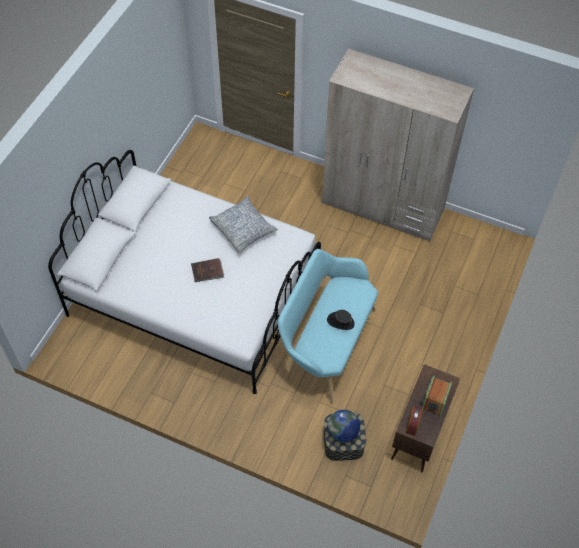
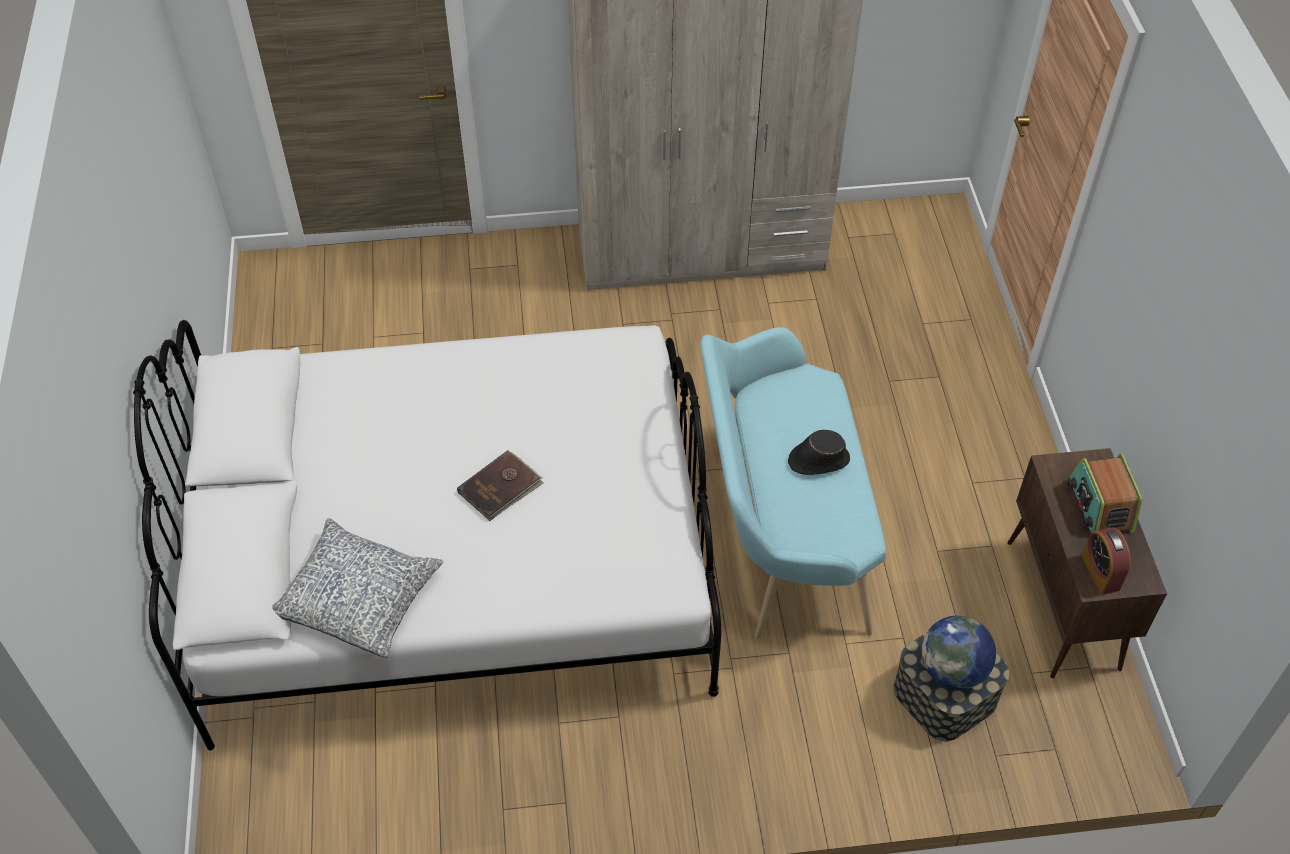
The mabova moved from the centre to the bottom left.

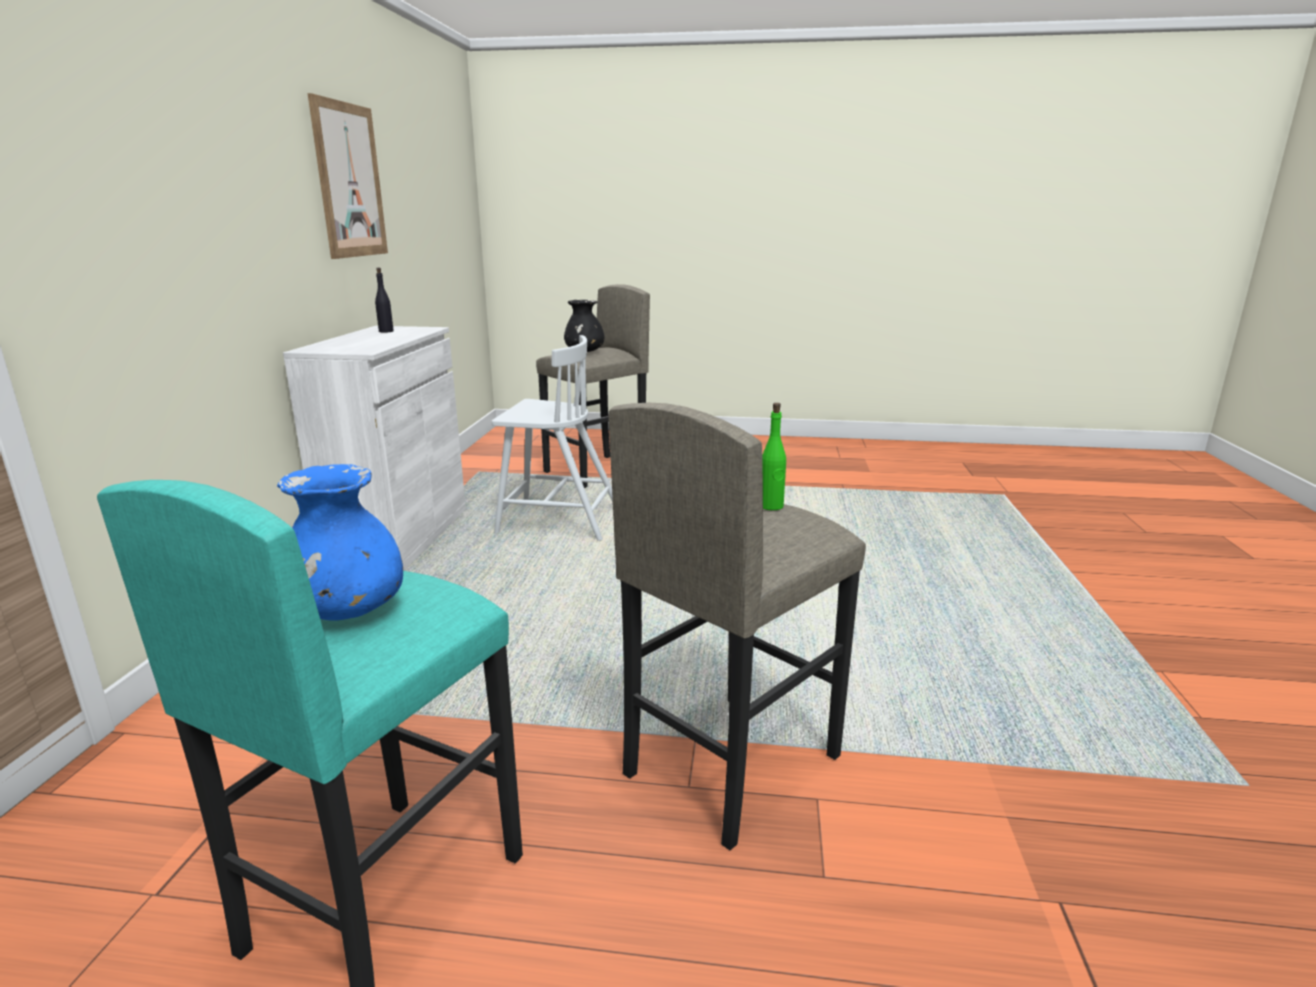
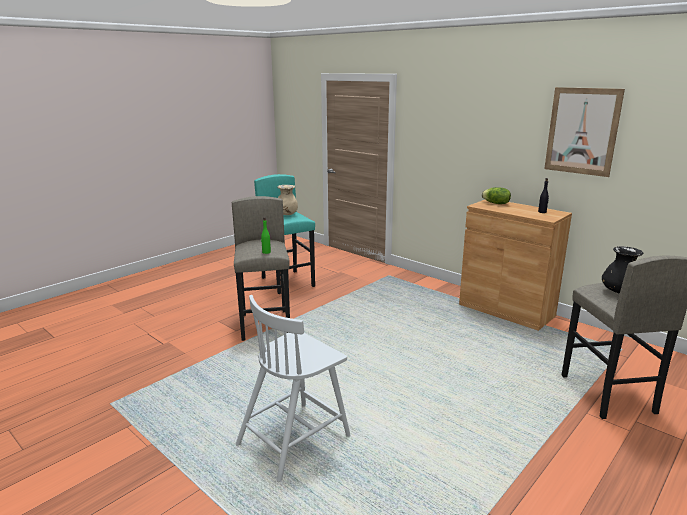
The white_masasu moved from the centre to the bottom centre. The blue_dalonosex at the middle left became the beige_dalonosex at the centre. The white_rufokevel at the middle left became the brown_rufokevel at the middle right. The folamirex at the middle right appeared.

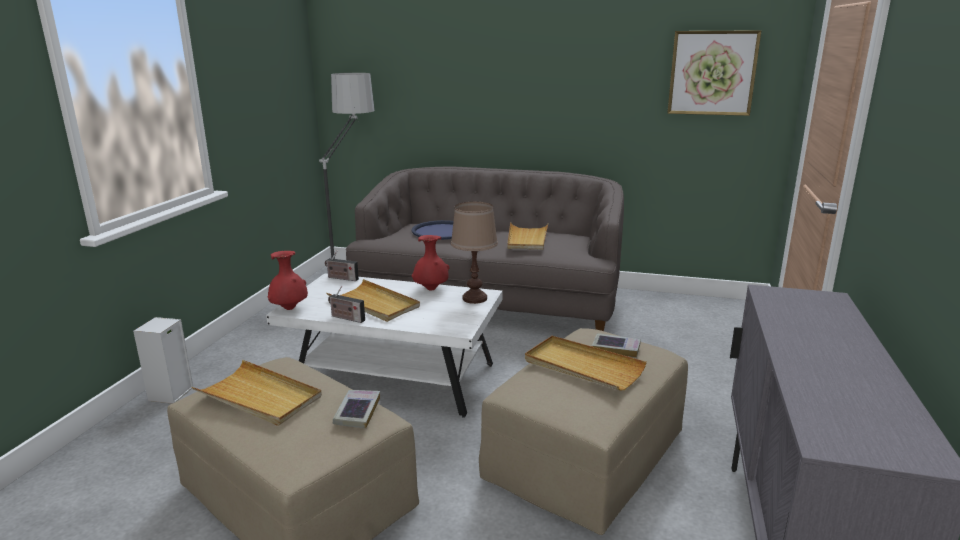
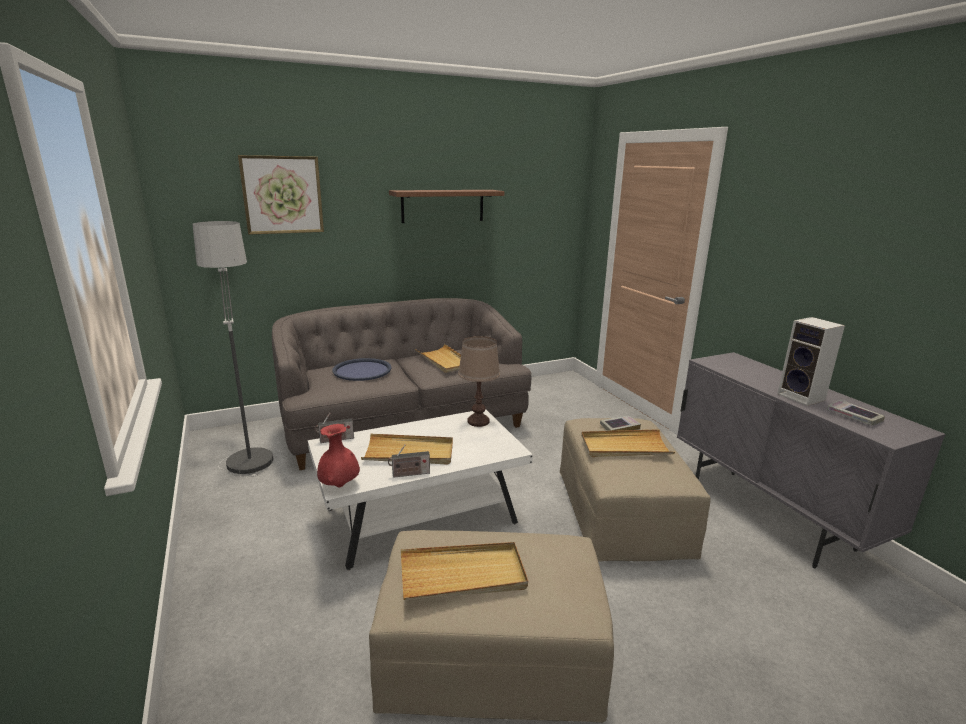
The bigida moved from the top right to the top left. The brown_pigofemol at the top centre appeared. The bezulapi moved from the bottom left to the middle right. The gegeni (no. 1 from left in the first image) moved from the bottom centre to the middle right. The red_dalonosex (no. 2 from left) at the centre disappeared.

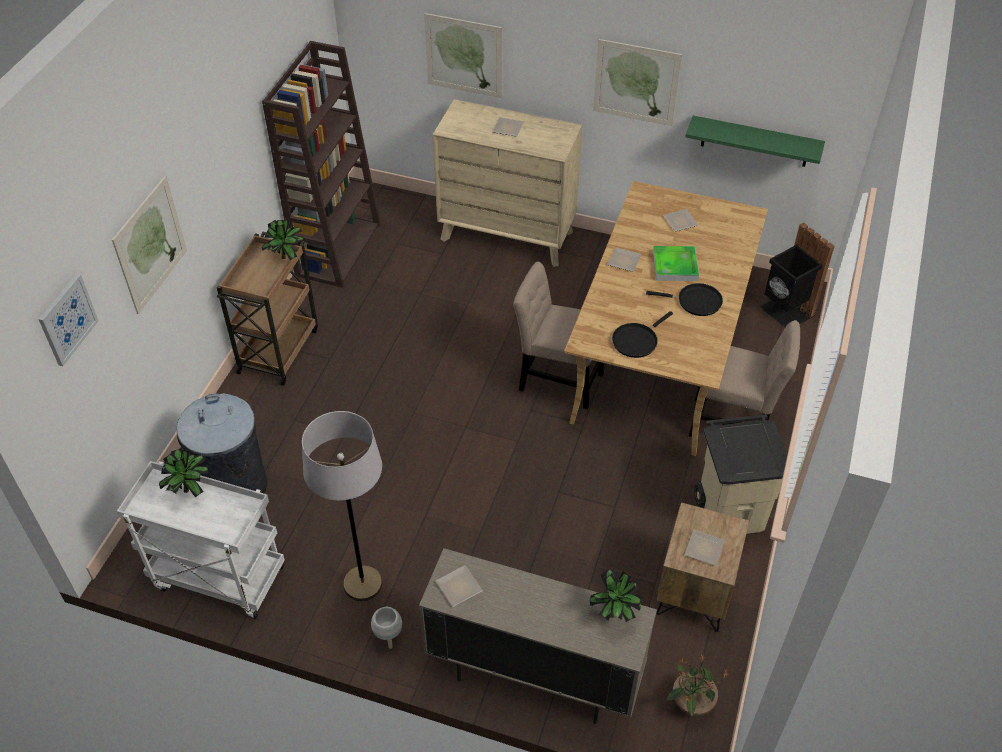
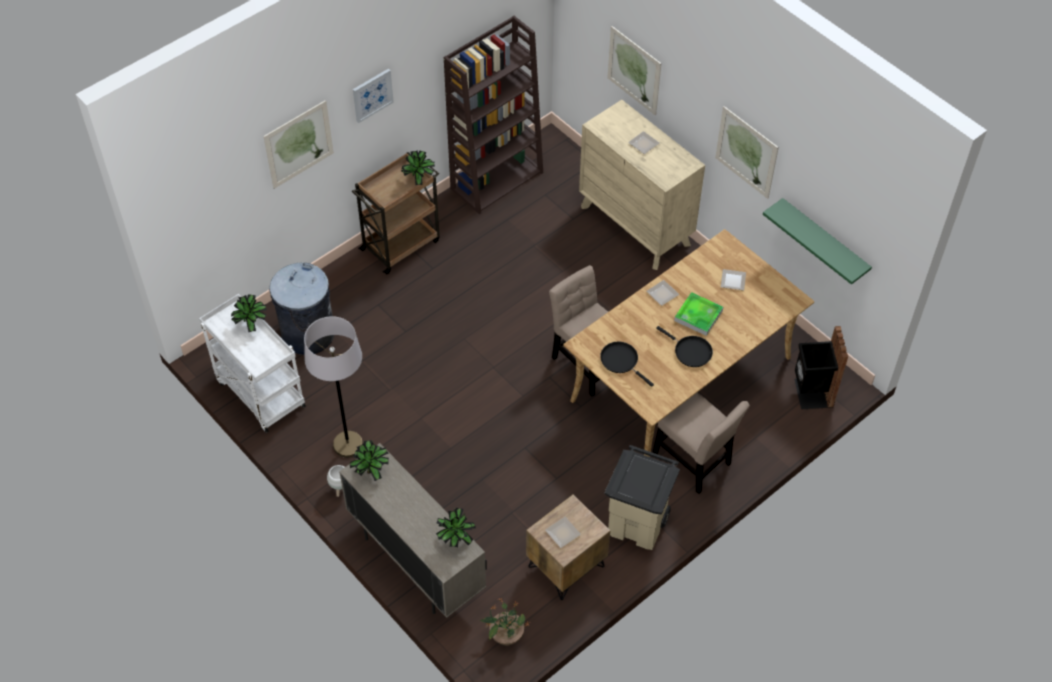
The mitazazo (no. 1 from left) at the bottom centre was replaced by the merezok (no. 2 from left) at the bottom centre. The bigida (no. 1 from left in the first image) moved from the middle left to the top centre. The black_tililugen (no. 1 from left) at the centre turned 60 degrees clockwise.

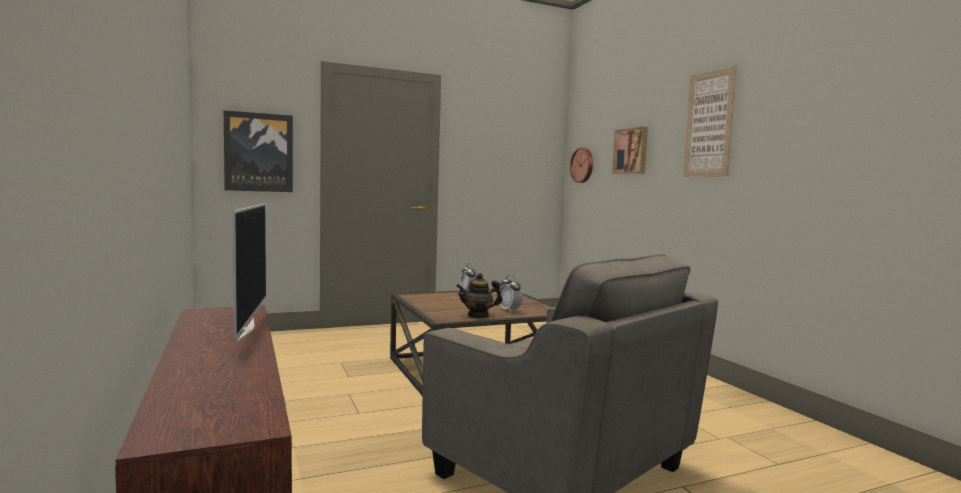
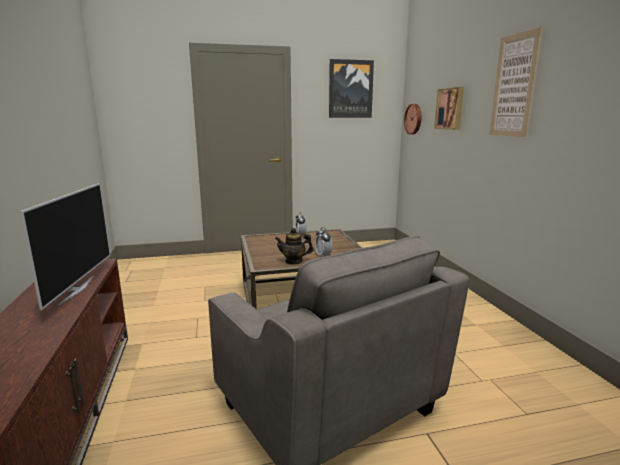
The bigida (no. 1 from left) moved from the top left to the top centre.

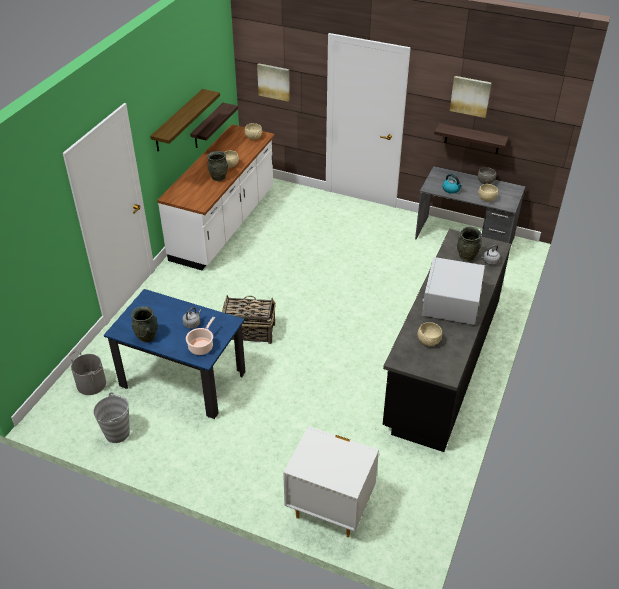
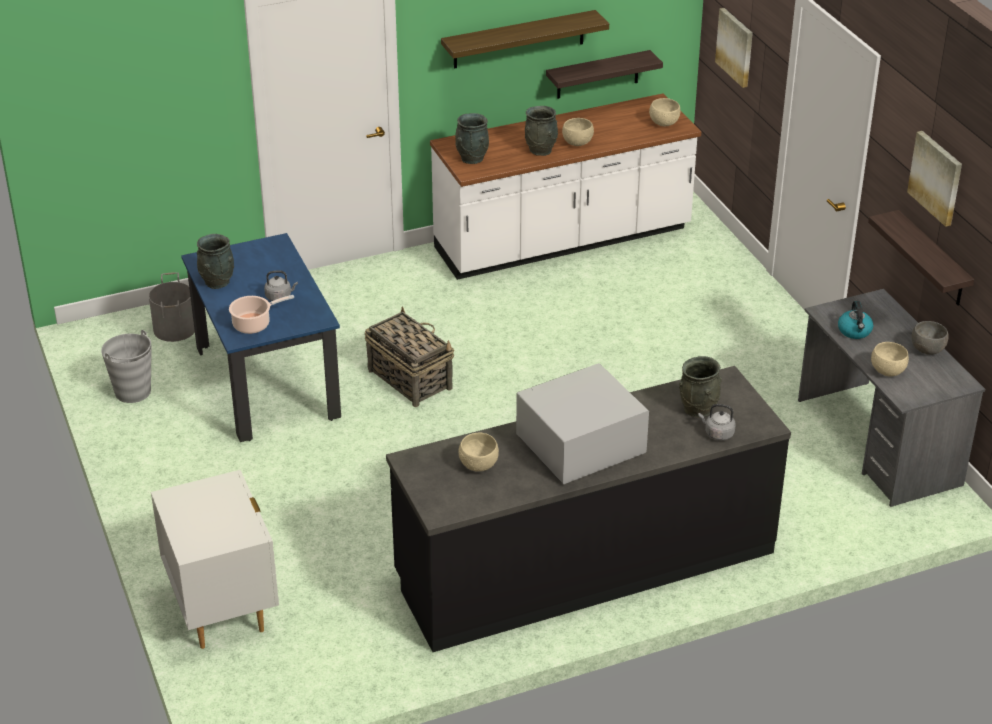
The grey_dalonosex (no. 2 from left) at the top centre appeared.

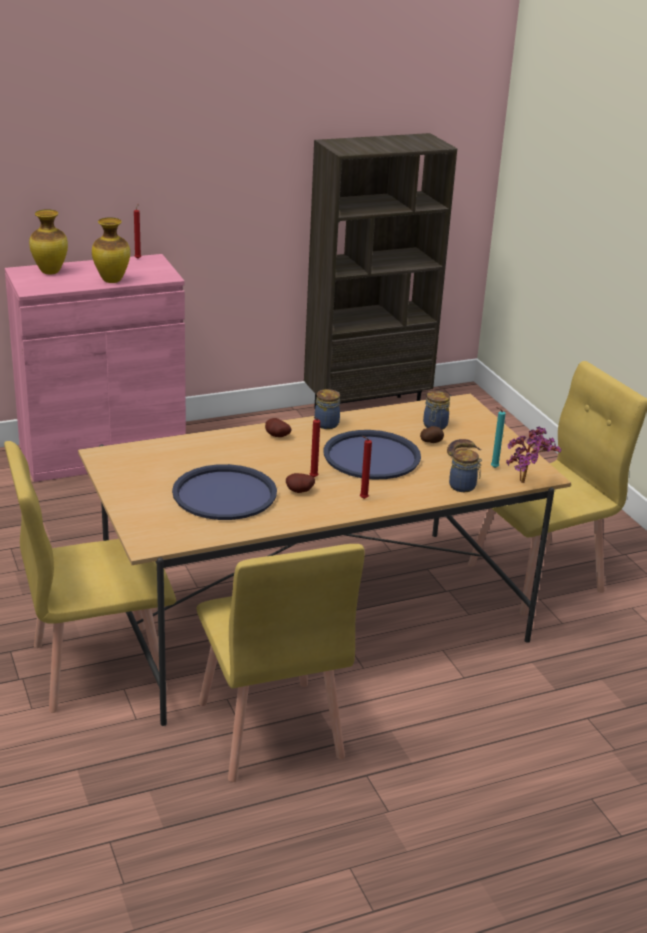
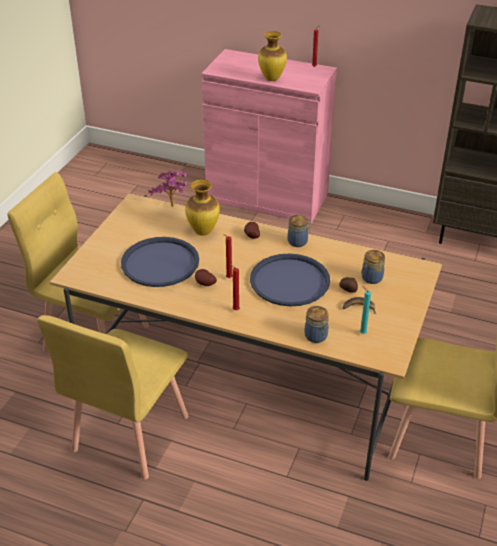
The merezok moved from the middle right to the centre. The dalonosex (no. 1 from left) moved from the top left to the centre.

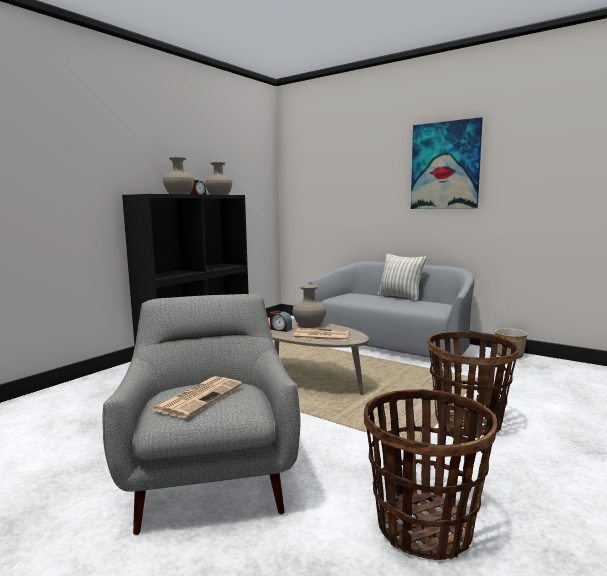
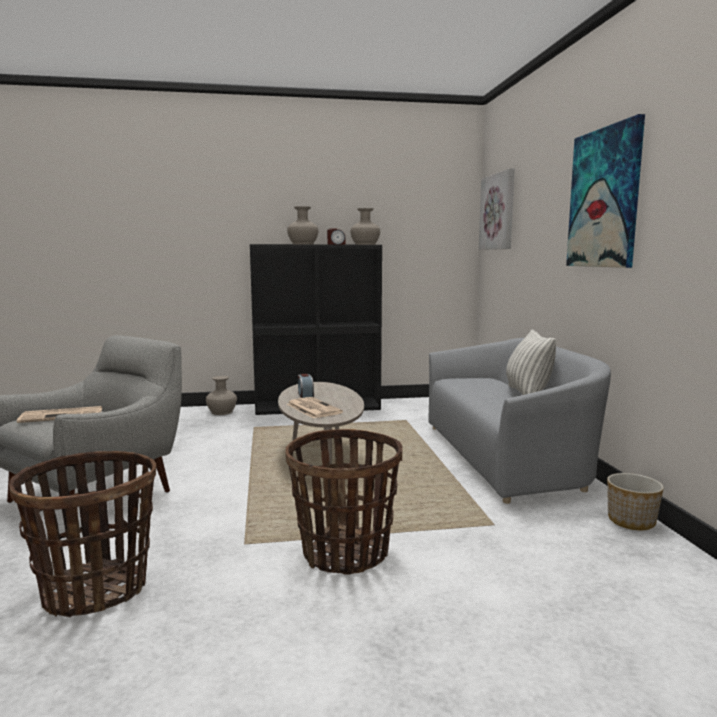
The beige_dalonosex (no. 3 from left in the first image) moved from the centre to the middle left. The bigida (no. 1 from left) at the top right appeared.

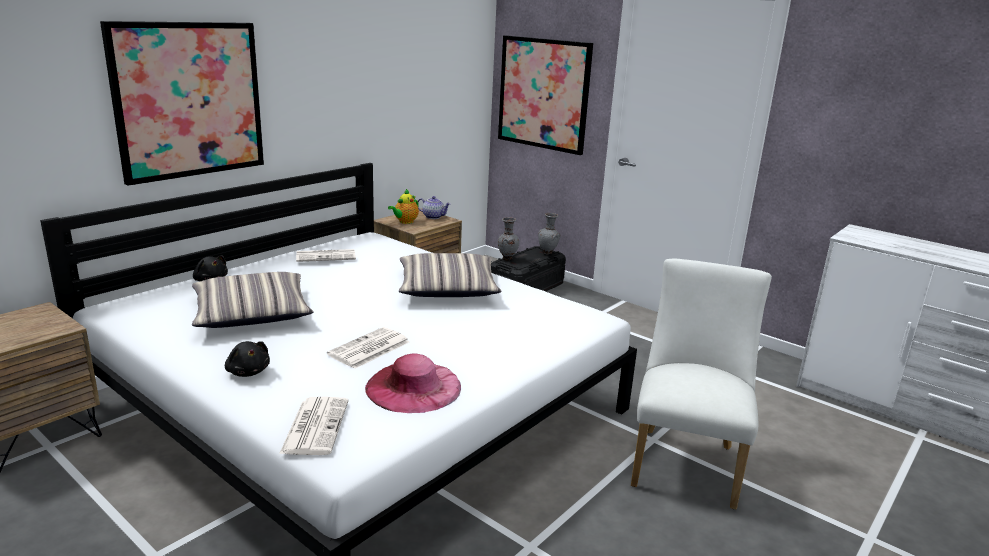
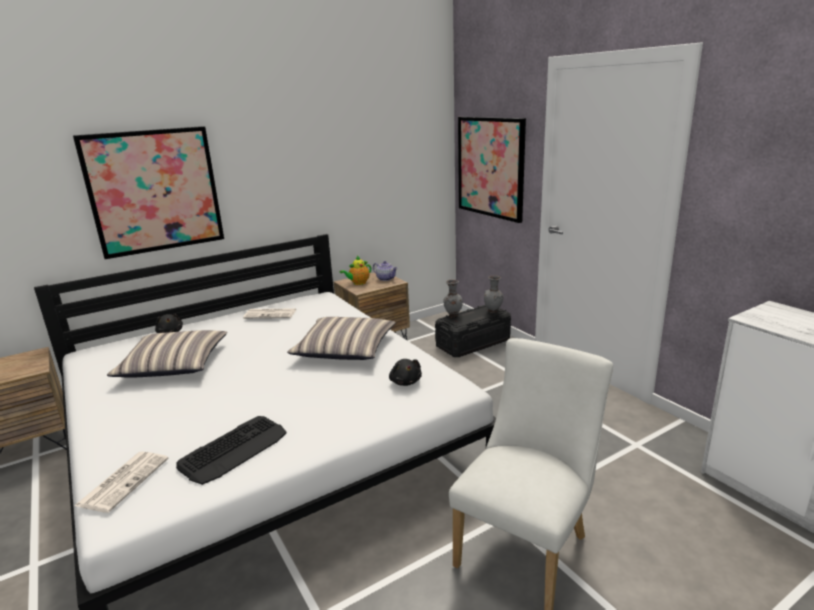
The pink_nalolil at the bottom centre was replaced by the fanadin at the bottom left. The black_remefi (no. 2 from left) moved from the middle left to the centre. The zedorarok (no. 3 from left) at the centre disappeared.

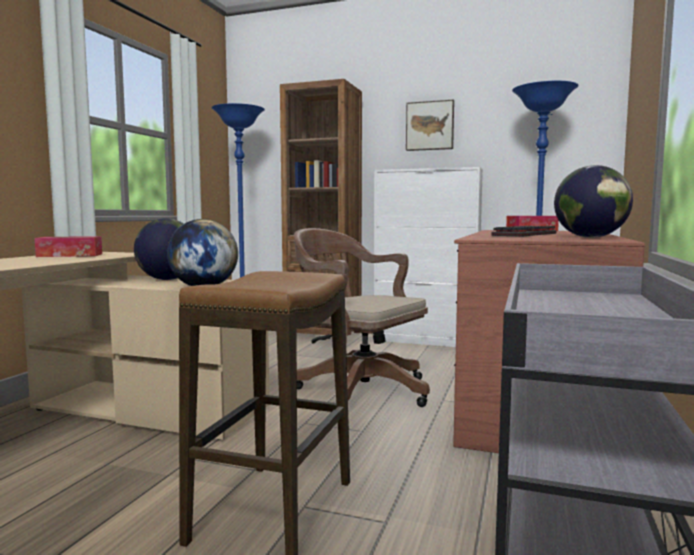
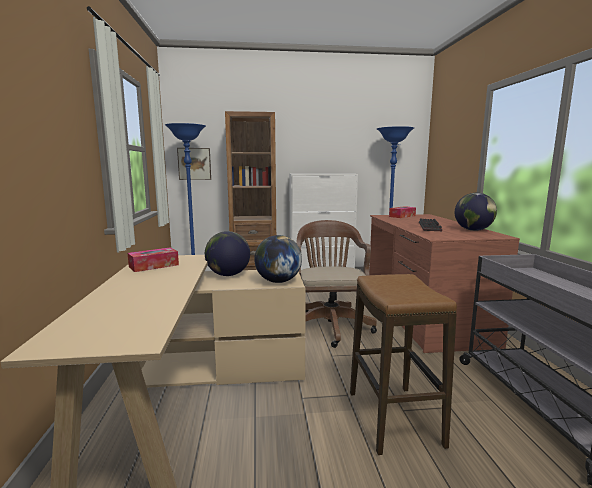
The bigida moved from the top centre to the middle left. The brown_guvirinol at the centre turned 75 degrees clockwise.

